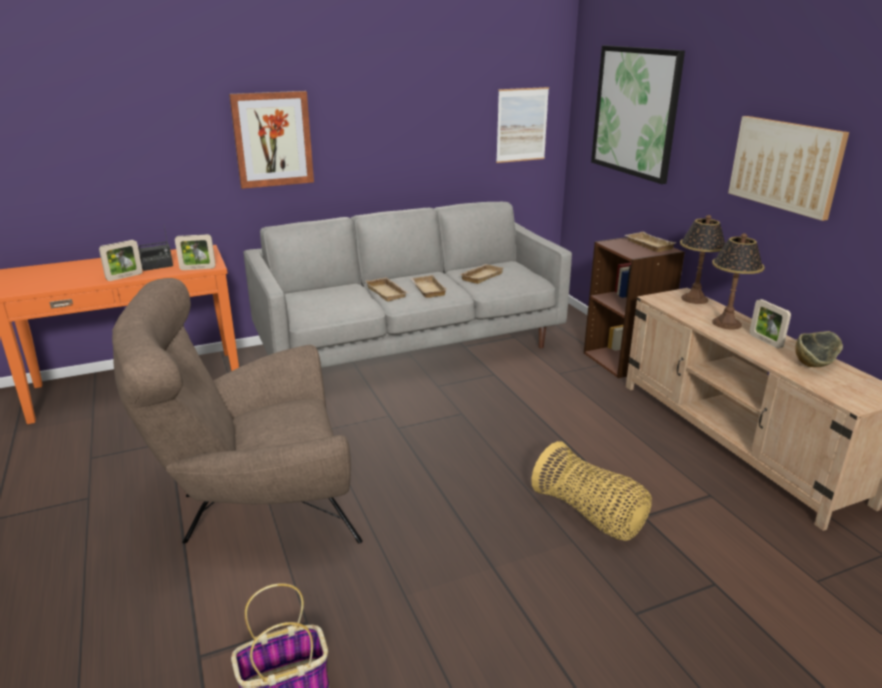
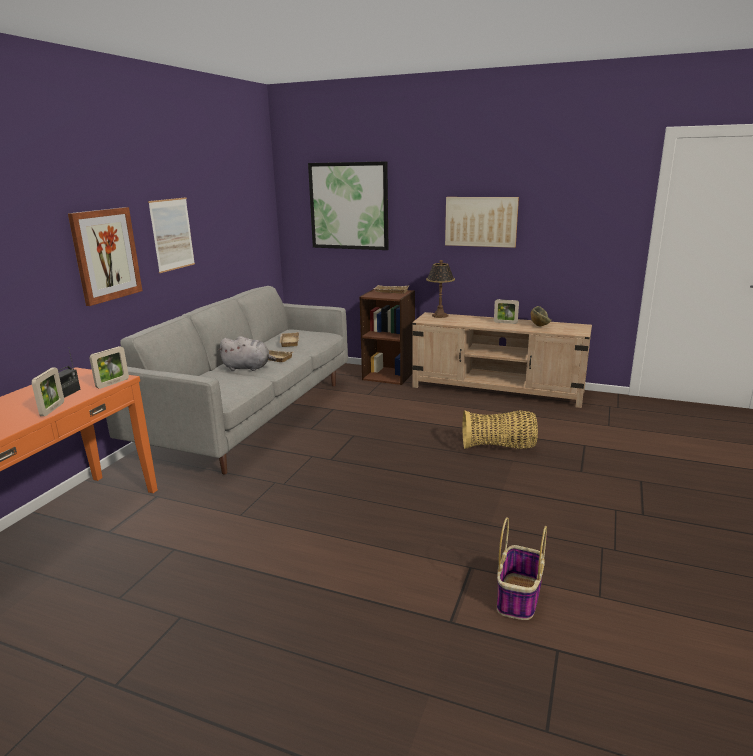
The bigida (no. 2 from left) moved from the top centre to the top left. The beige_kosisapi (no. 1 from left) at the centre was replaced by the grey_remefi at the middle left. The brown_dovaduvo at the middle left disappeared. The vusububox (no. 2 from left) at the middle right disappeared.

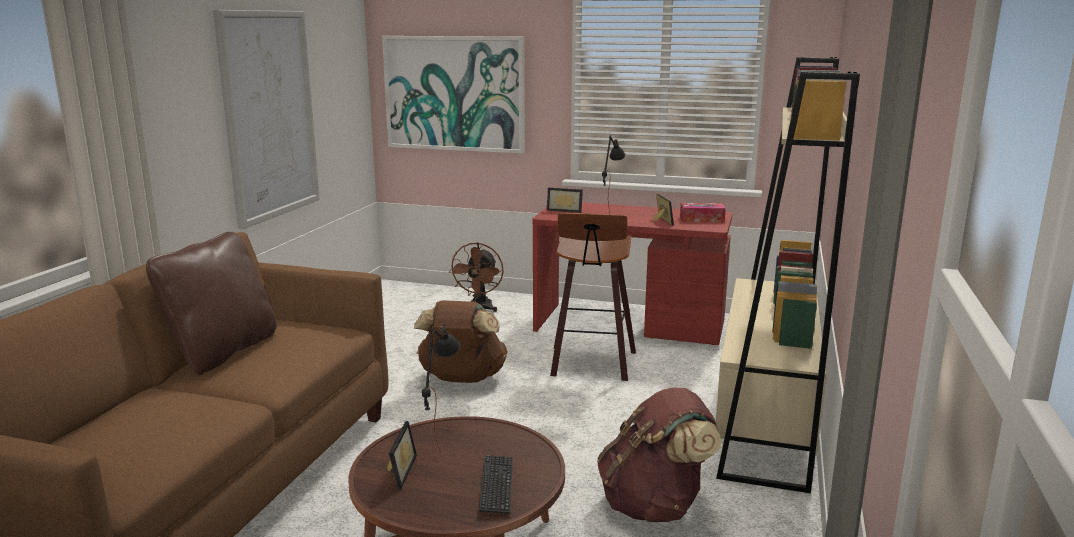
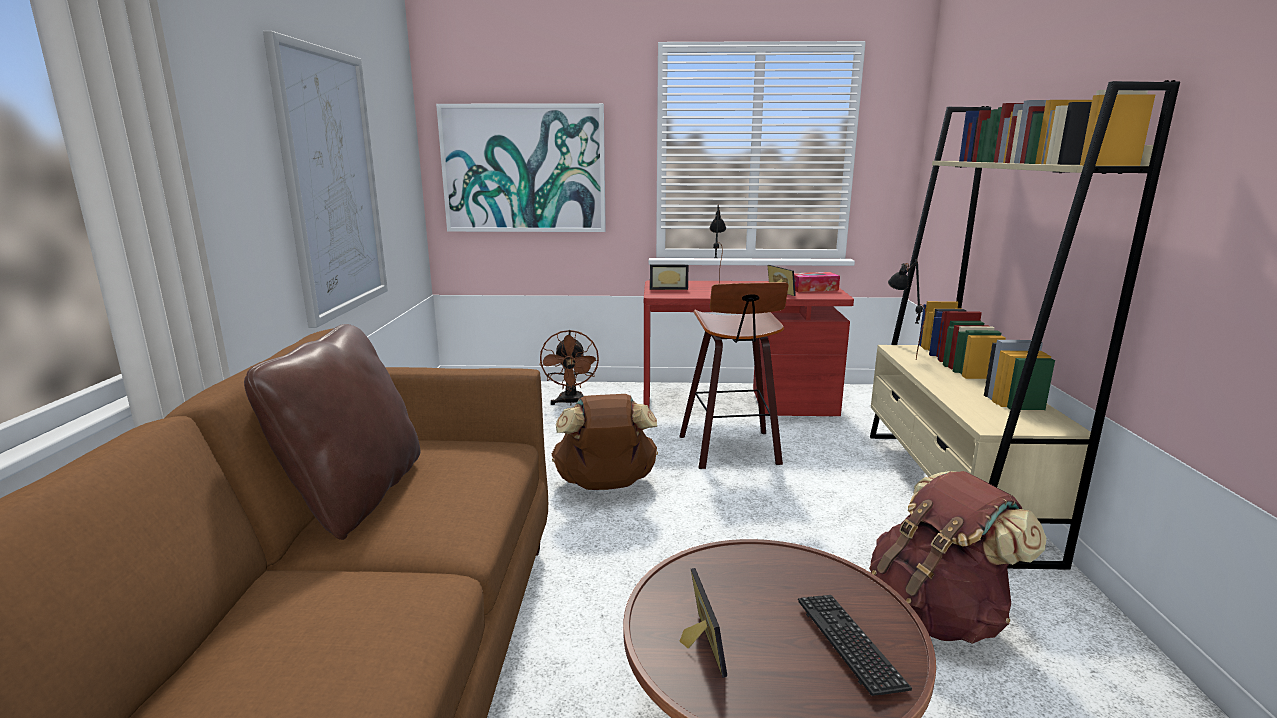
The black_vusububox (no. 1 from left in the first image) moved from the bottom centre to the middle right.

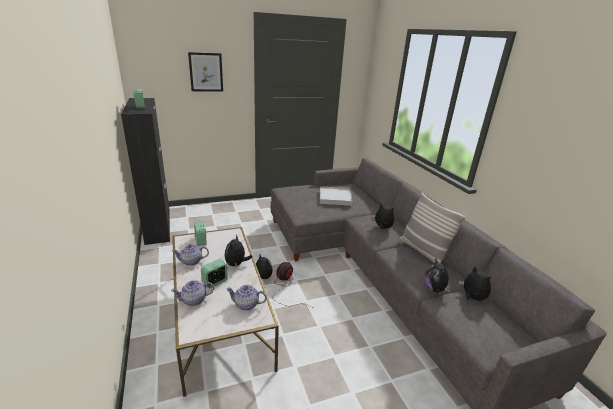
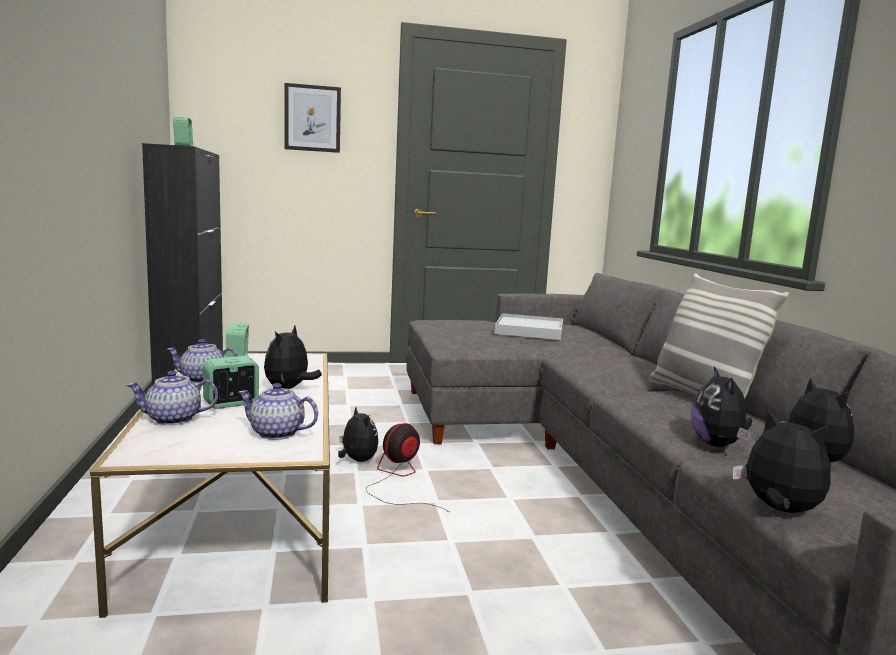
The remefi (no. 3 from left in the first image) moved from the centre to the bottom right.

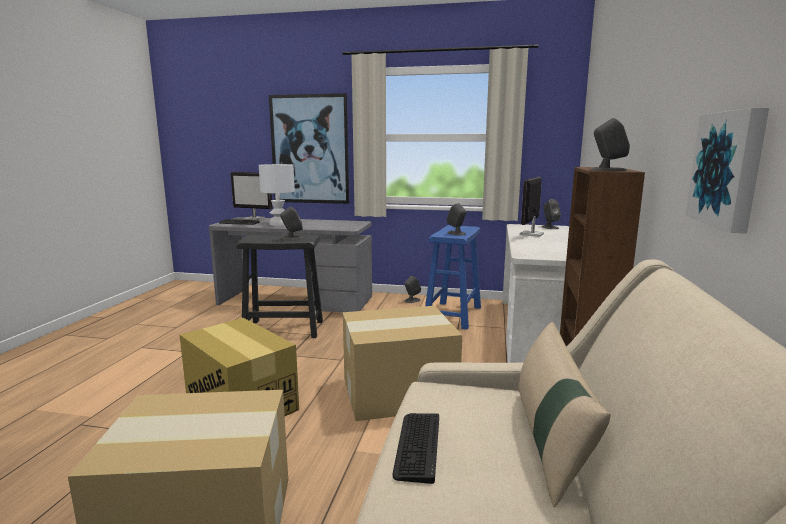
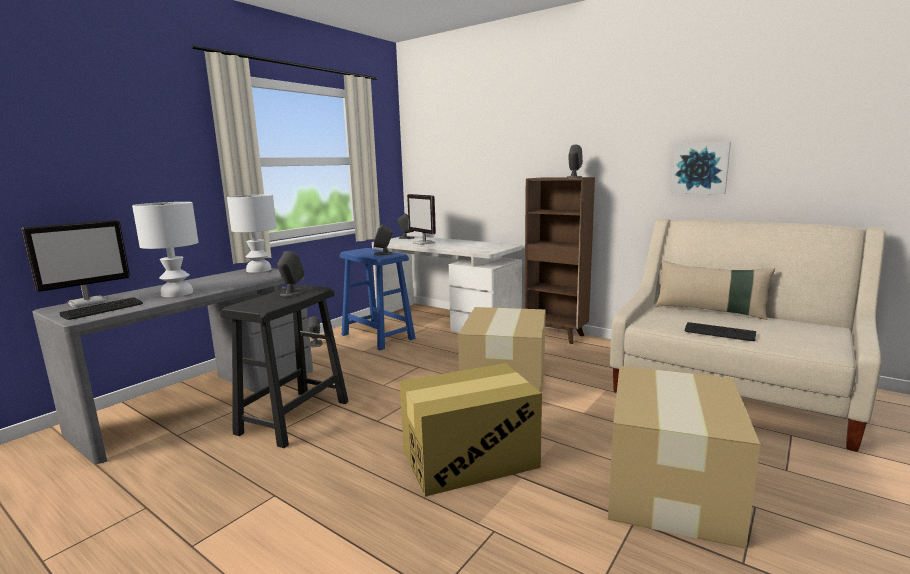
The white_vusububox (no. 2 from left) at the middle left appeared. The bigida (no. 1 from left) at the top centre disappeared.

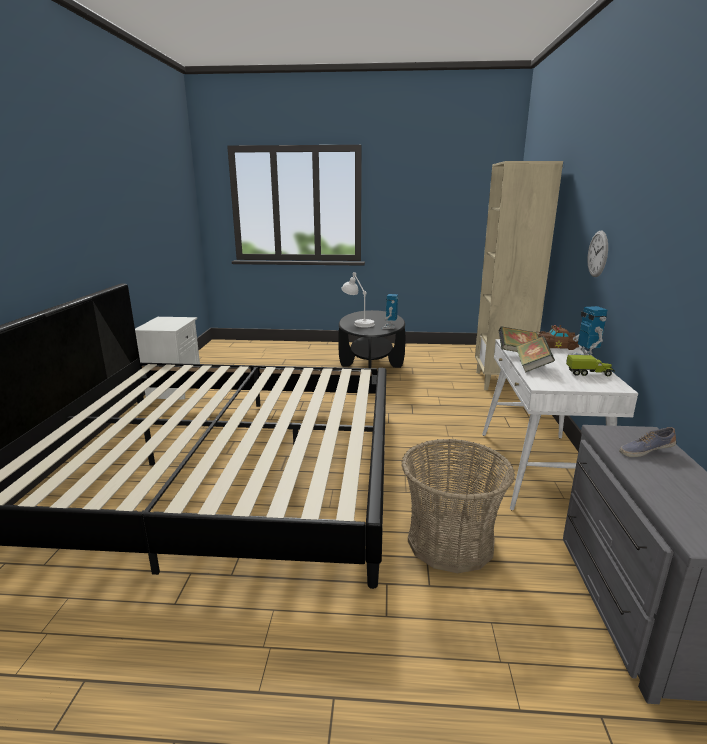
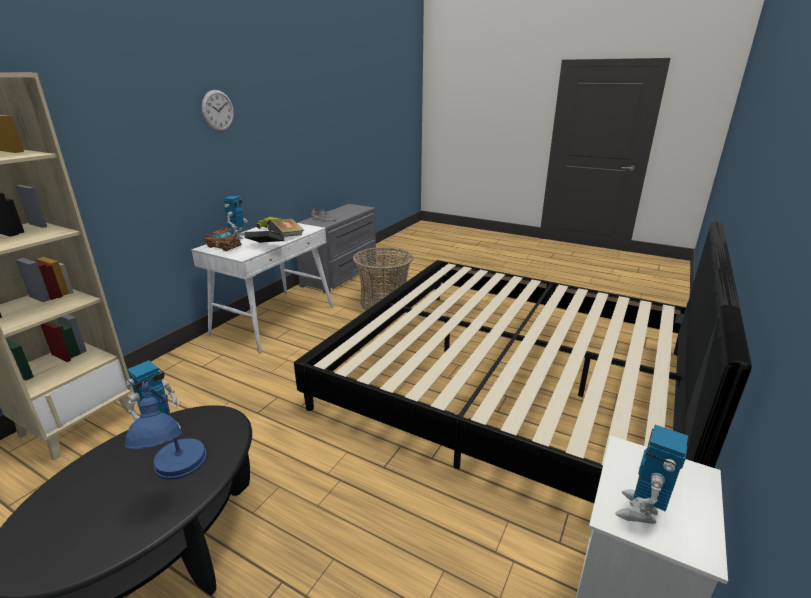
The white_vusububox at the centre became the blue_vusububox at the bottom left. The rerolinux moved from the middle right to the top left. The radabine (no. 3 from left) at the bottom right appeared.

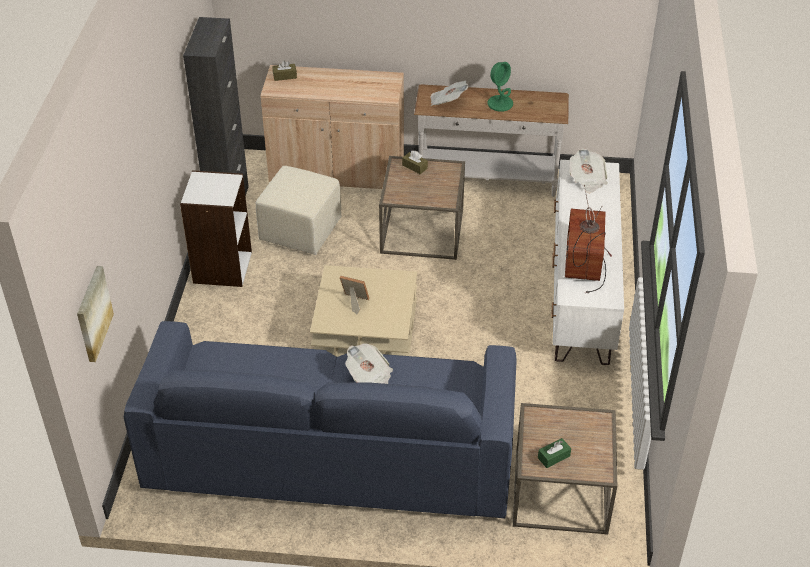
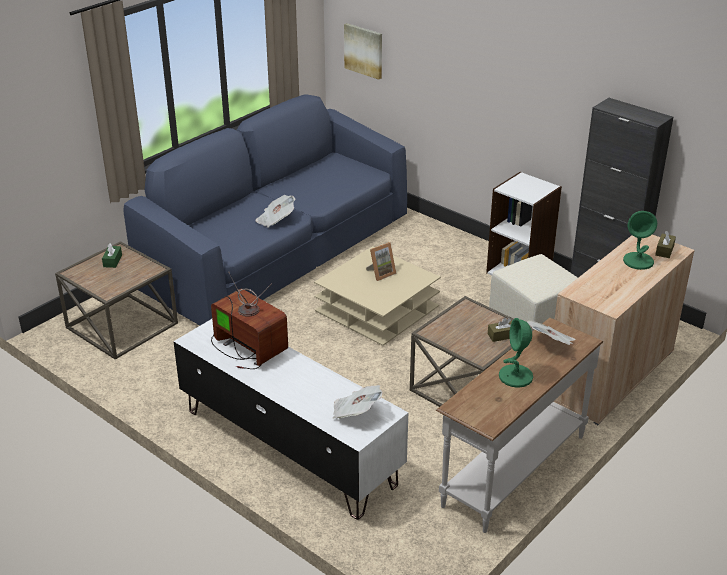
The green_vusububox (no. 2 from left) at the middle right appeared.

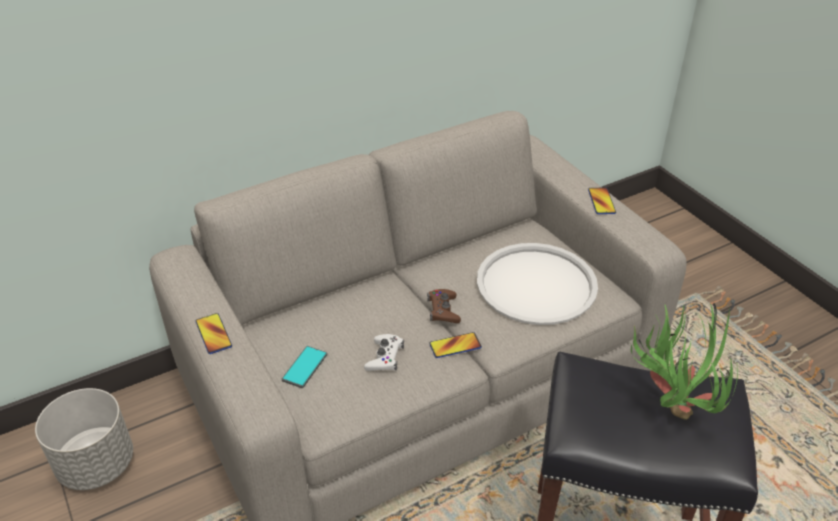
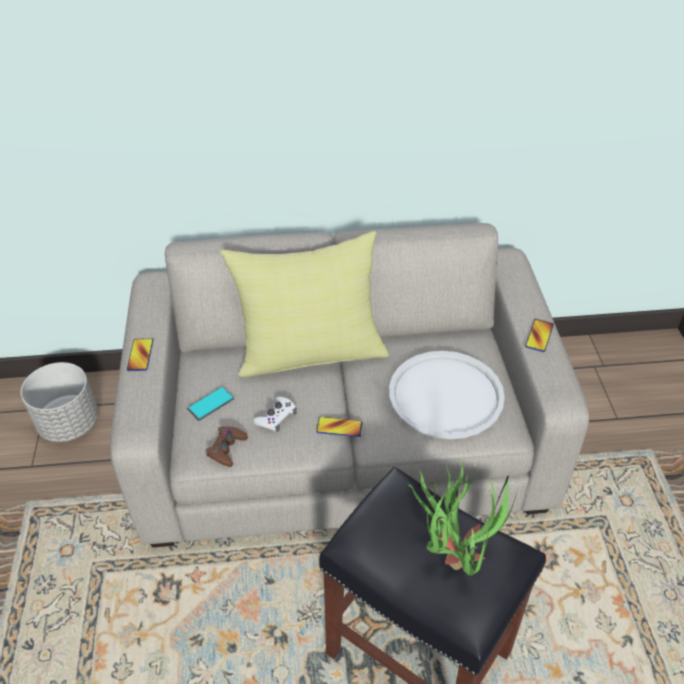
The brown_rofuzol moved from the centre to the middle left. The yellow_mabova at the centre appeared.

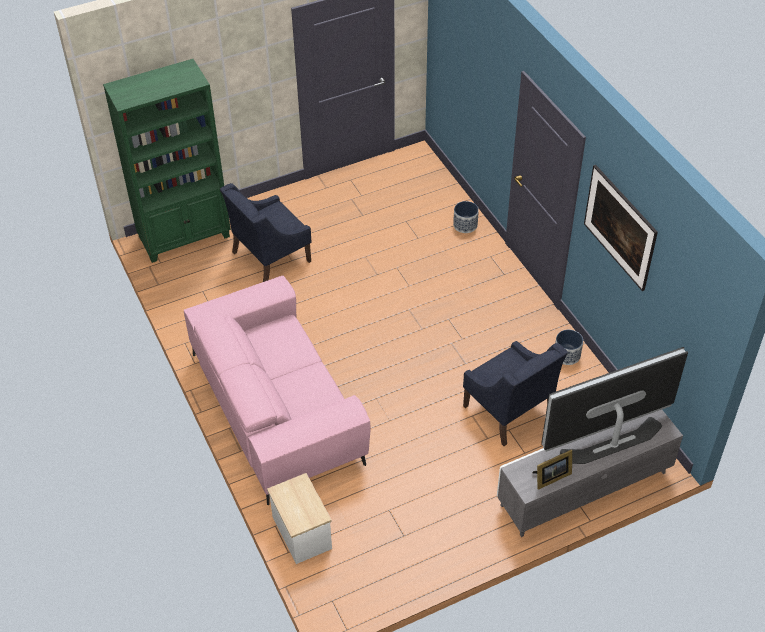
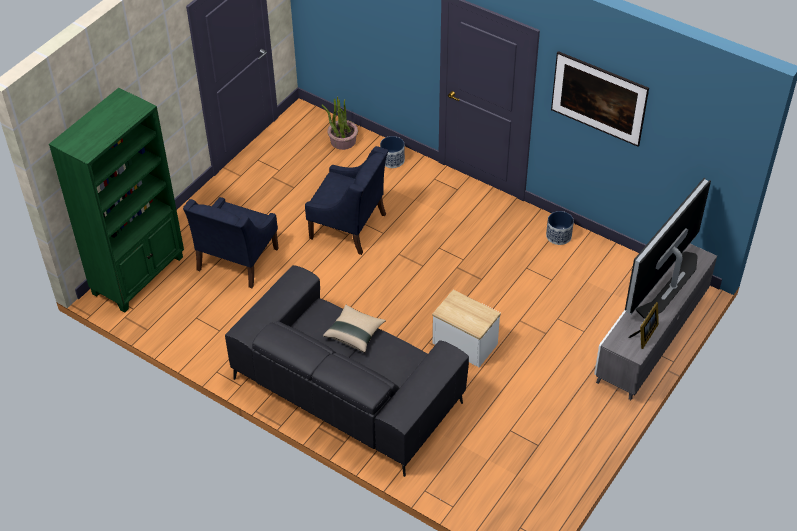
The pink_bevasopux at the centre became the grey_bevasopux at the bottom centre. The blue_dovaduvo (no. 2 from left) moved from the middle right to the centre. The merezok at the top centre appeared. The beige_mabova at the centre appeared. The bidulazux moved from the bottom centre to the centre.

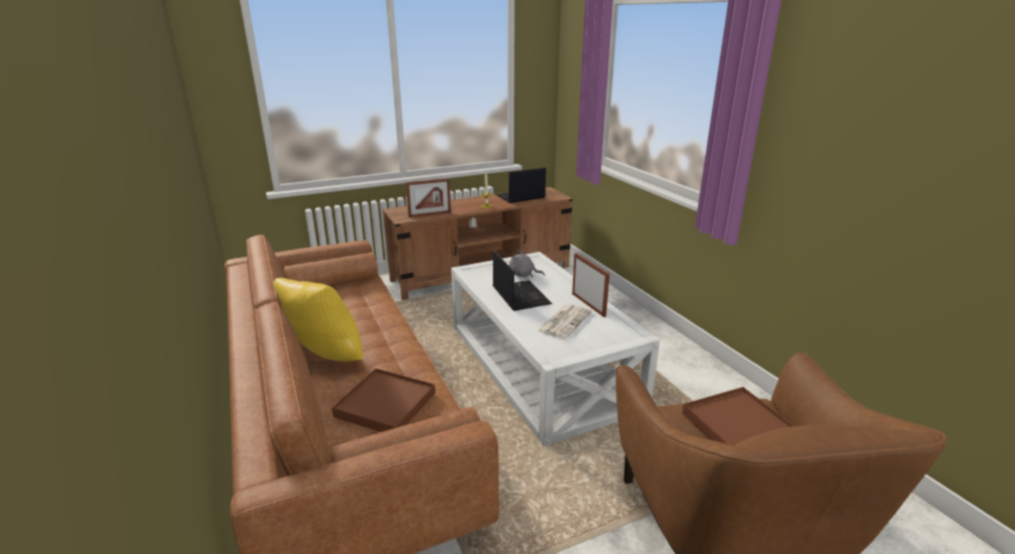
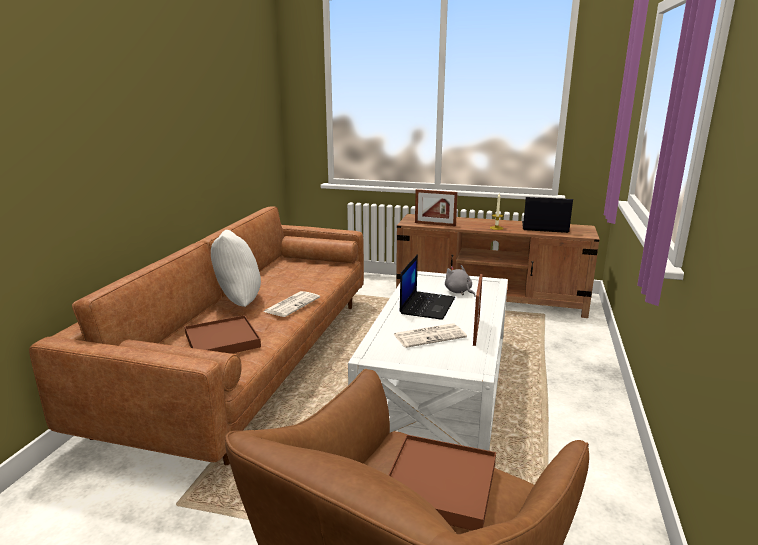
The yellow_mabova at the middle left became the white_mabova at the middle left. The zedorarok (no. 1 from left) at the centre appeared.

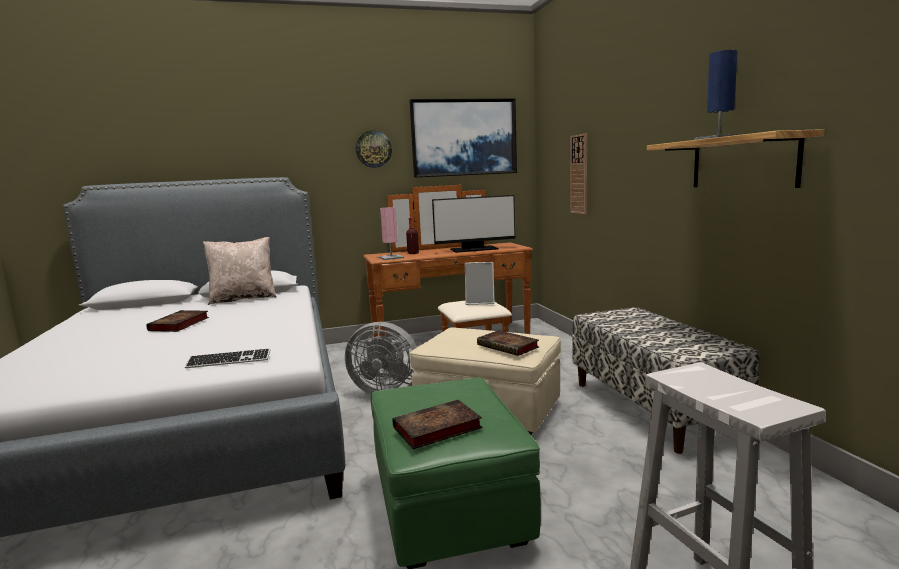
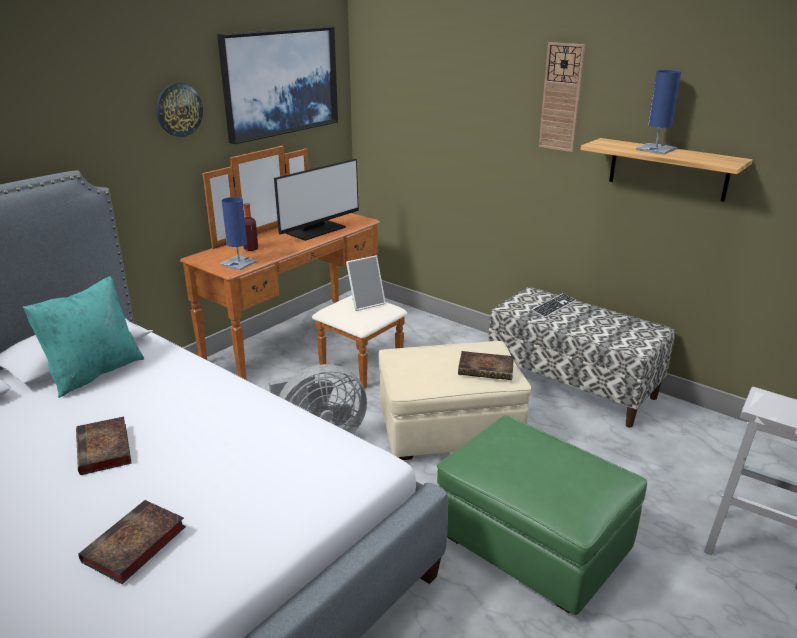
The beige_mabova at the middle left became the turquoise_mabova at the middle left. The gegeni (no. 2 from left) moved from the bottom centre to the bottom left. The pink_vusububox at the centre became the blue_vusububox (no. 1 from left) at the middle left. The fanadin moved from the middle left to the middle right. The rerolinux (no. 2 from left) moved from the top centre to the top right.

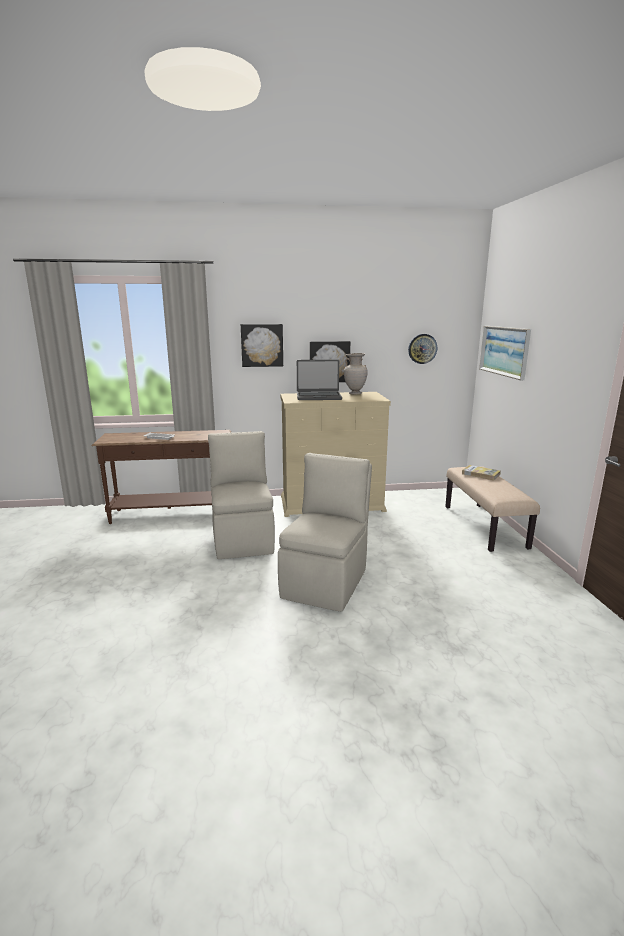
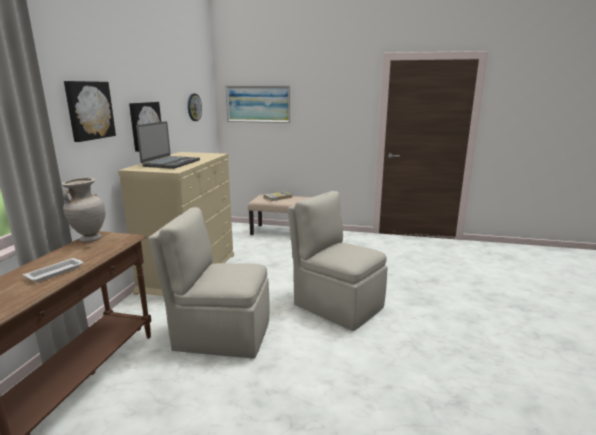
The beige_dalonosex moved from the centre to the middle left.

